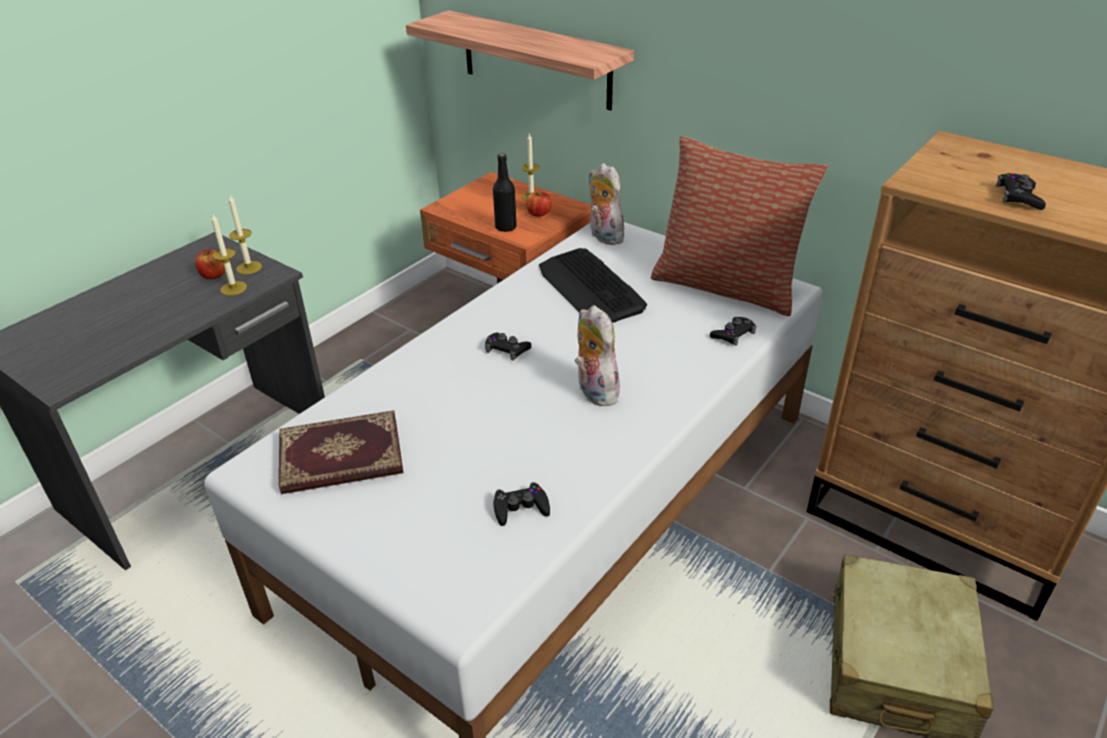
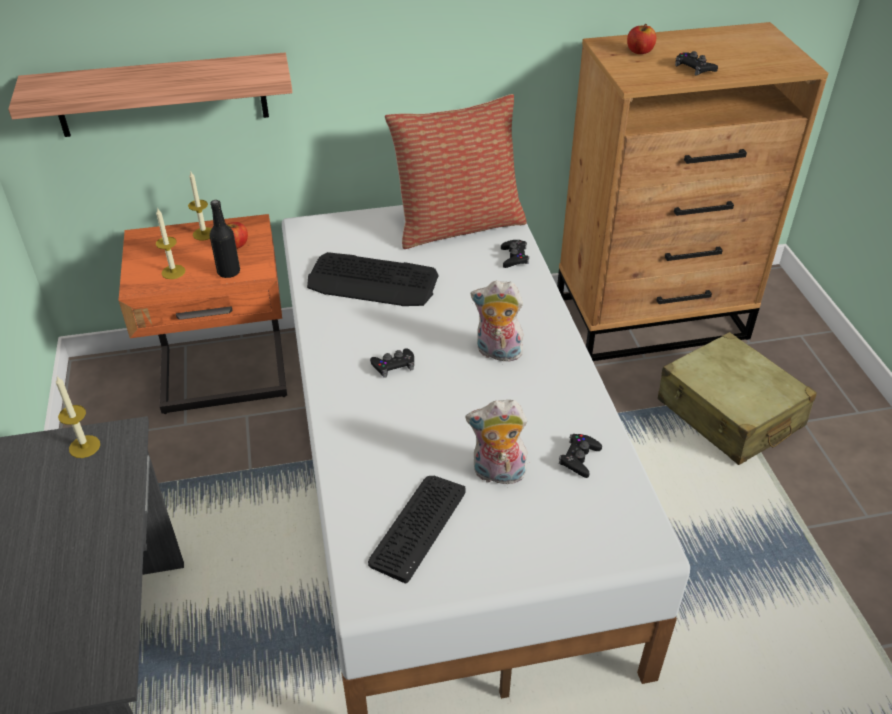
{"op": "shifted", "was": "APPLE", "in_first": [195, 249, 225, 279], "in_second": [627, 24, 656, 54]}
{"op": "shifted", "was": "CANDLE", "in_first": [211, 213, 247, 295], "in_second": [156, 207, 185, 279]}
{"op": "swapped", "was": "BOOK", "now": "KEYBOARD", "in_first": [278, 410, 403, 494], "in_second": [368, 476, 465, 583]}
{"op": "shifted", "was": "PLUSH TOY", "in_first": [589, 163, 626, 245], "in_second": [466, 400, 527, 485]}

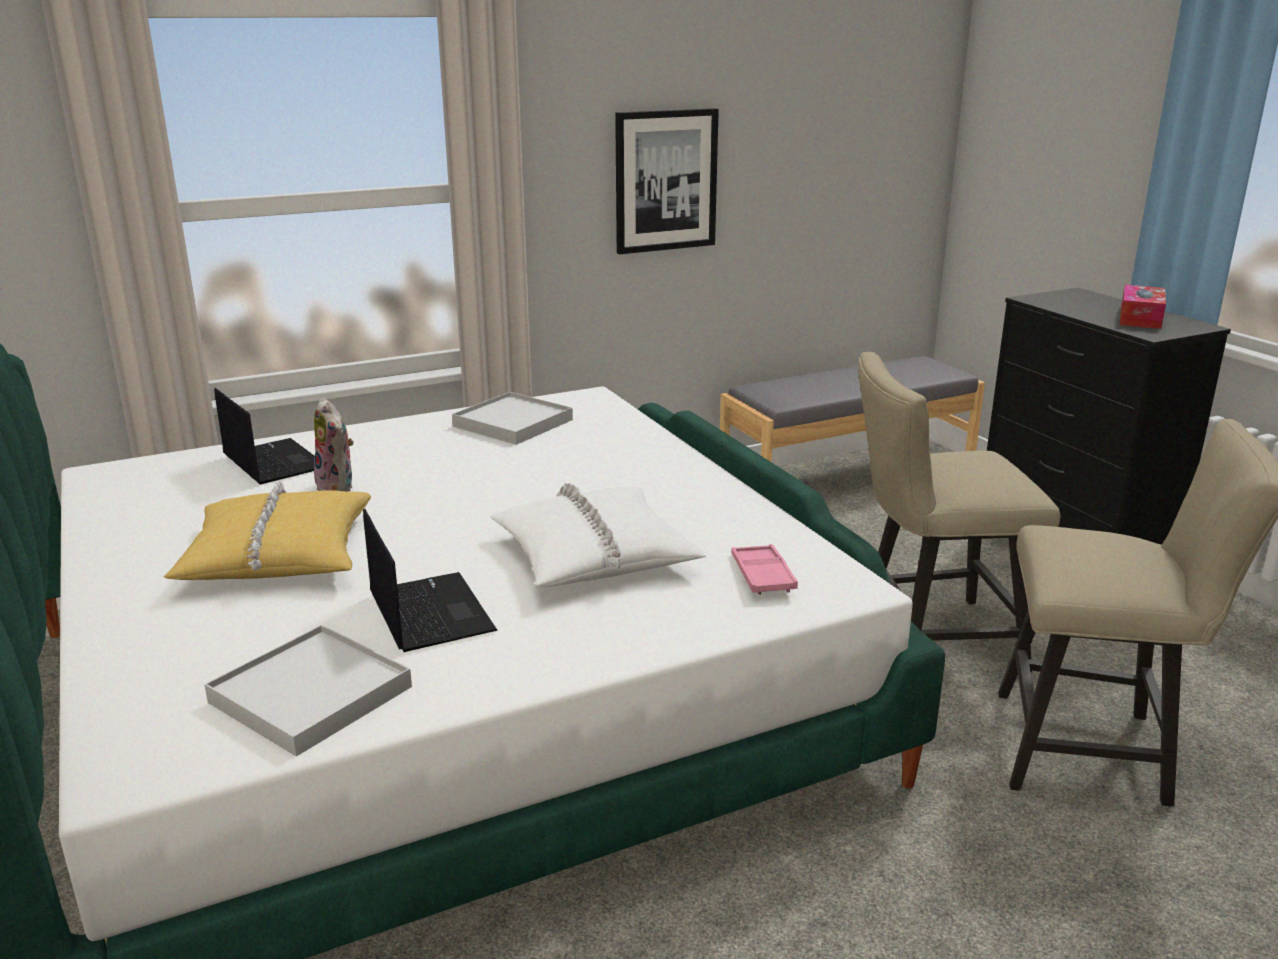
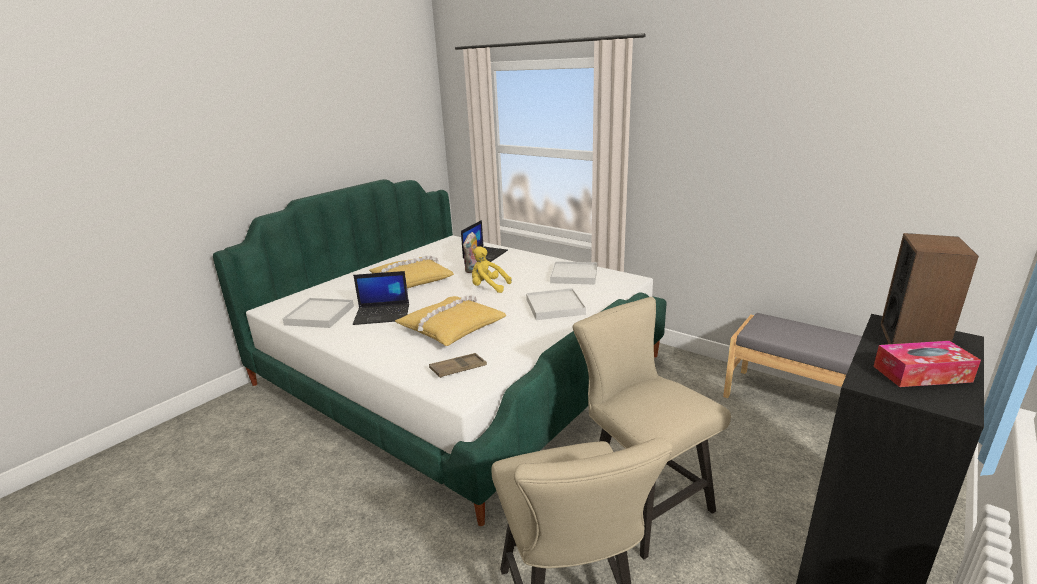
{"op": "rotated", "was": "LAPTOP", "in_first": [363, 508, 498, 652], "in_second": [353, 271, 409, 325], "clockwise": 45}
{"op": "repainted", "was": "WHITE PILLOW", "now": "YELLOW PILLOW", "in_first": [490, 483, 706, 587], "in_second": [395, 295, 507, 346]}
{"op": "gone", "was": "PICTURE", "in_first": [615, 108, 719, 254]}
{"op": "repainted", "was": "PINK TRAY", "now": "BROWN TRAY", "in_first": [731, 544, 798, 595], "in_second": [429, 353, 487, 378]}
{"op": "new", "now": "YELLOW PLUSH TOY", "in_second": [472, 247, 512, 293]}
{"op": "new", "now": "WHITE TRAY", "in_second": [526, 288, 586, 320]}
{"op": "new", "now": "SPEAKER", "in_second": [881, 233, 979, 344]}

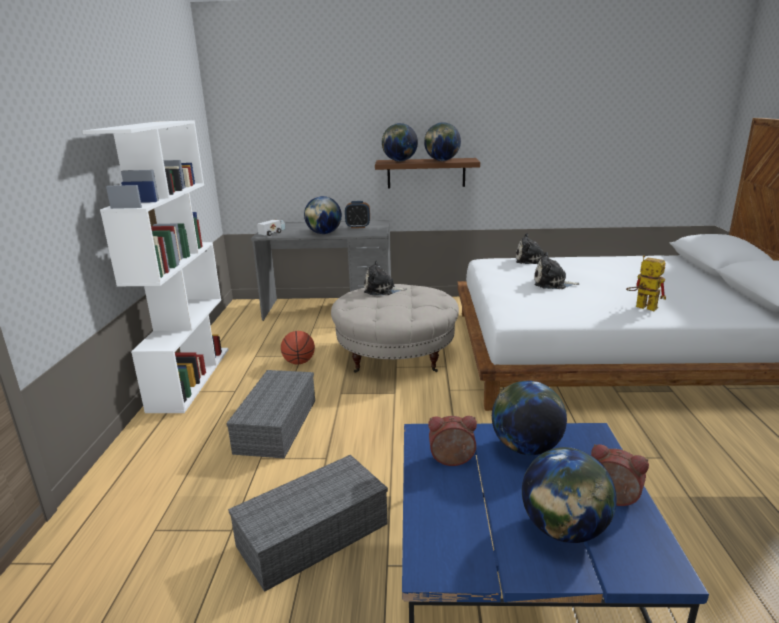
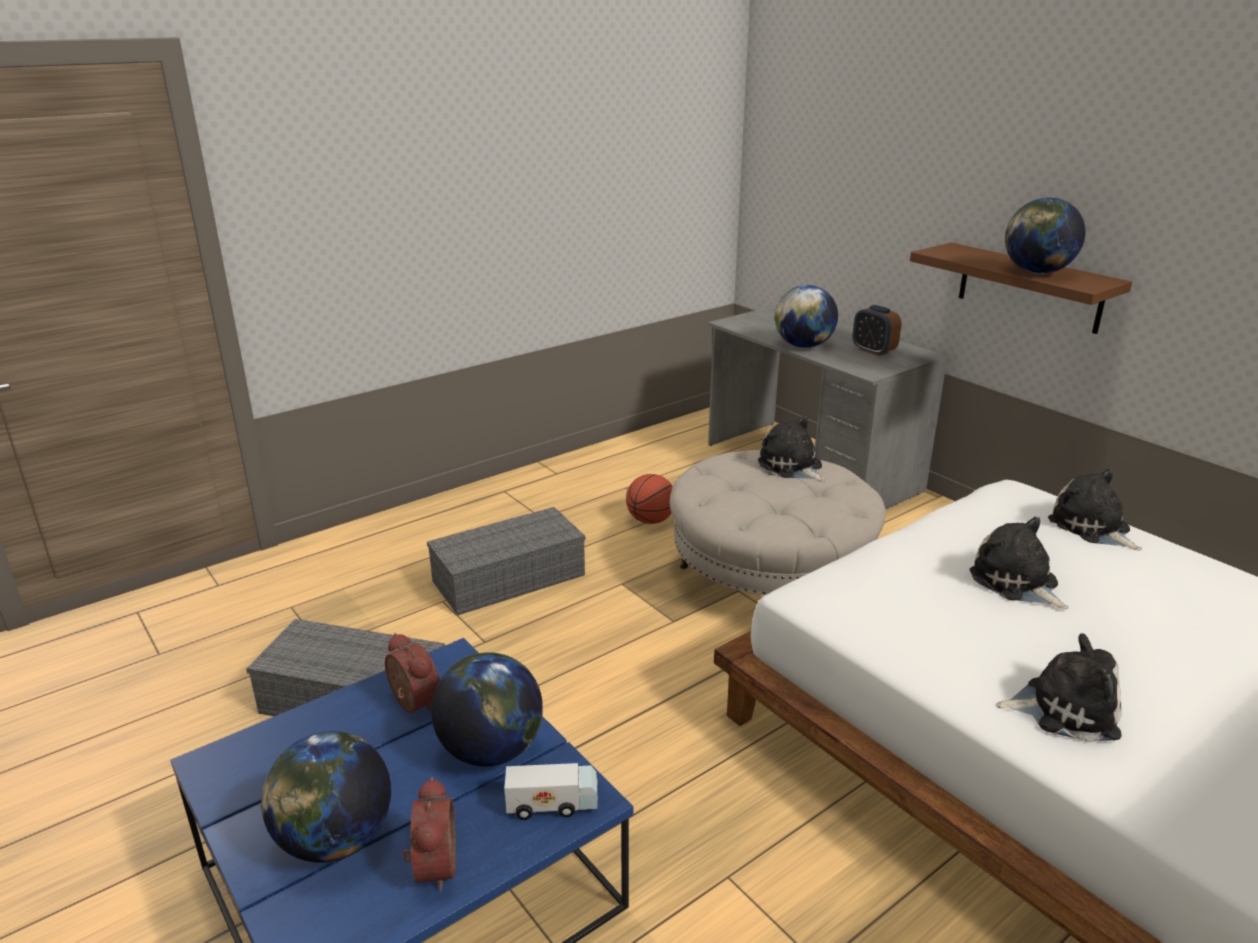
{"op": "gone", "was": "WHITE BOOKCASE", "in_first": [83, 120, 229, 413]}
{"op": "shifted", "was": "TOY TRUCK", "in_first": [257, 219, 285, 236], "in_second": [505, 763, 598, 820]}
{"op": "gone", "was": "GLOBE", "in_first": [382, 123, 418, 162]}
{"op": "swapped", "was": "TOY ROBOT", "now": "PLUSH TOY", "in_first": [626, 255, 666, 311], "in_second": [996, 633, 1122, 742]}

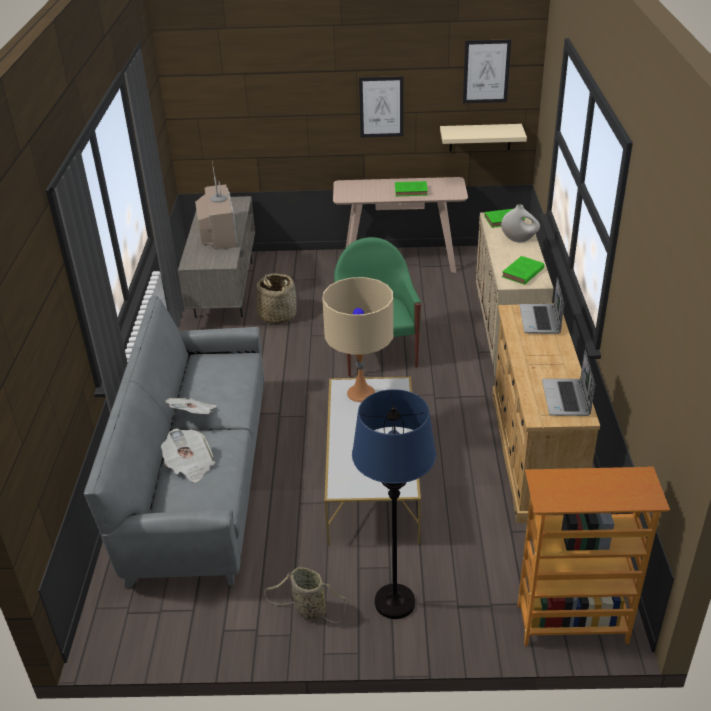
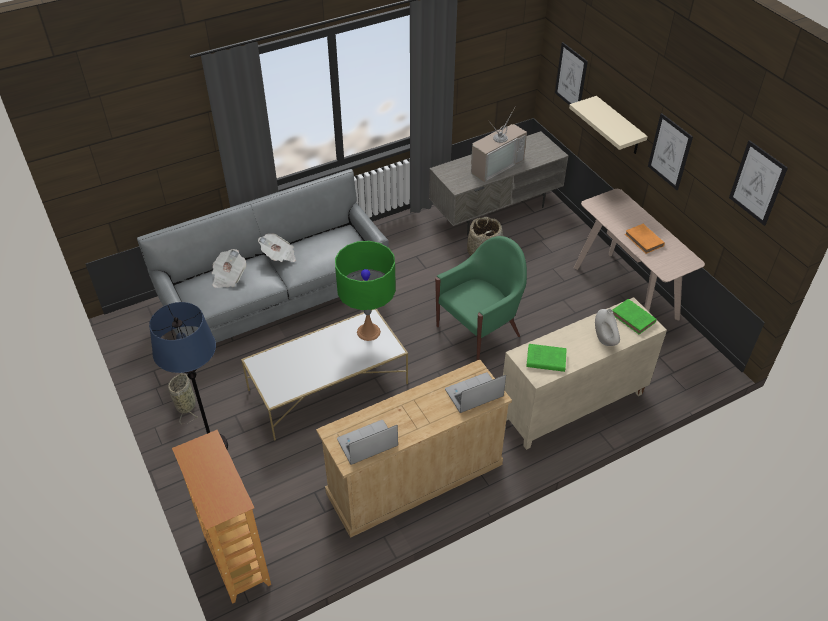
{"op": "repainted", "was": "BEIGE TABLE LAMP", "now": "GREEN TABLE LAMP", "in_first": [322, 277, 393, 402], "in_second": [335, 241, 396, 341]}
{"op": "repainted", "was": "GREEN BOOK", "now": "ORANGE BOOK", "in_first": [395, 181, 428, 196], "in_second": [625, 224, 665, 254]}
{"op": "shifted", "was": "BEIGE SHELF", "in_first": [440, 124, 527, 152], "in_second": [569, 96, 648, 154]}
{"op": "new", "now": "PICTURE", "in_second": [555, 42, 588, 105]}

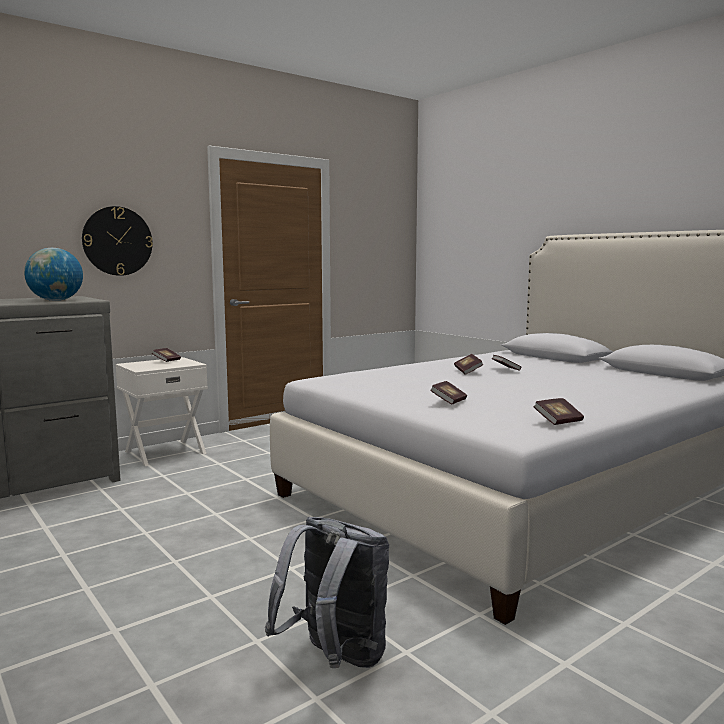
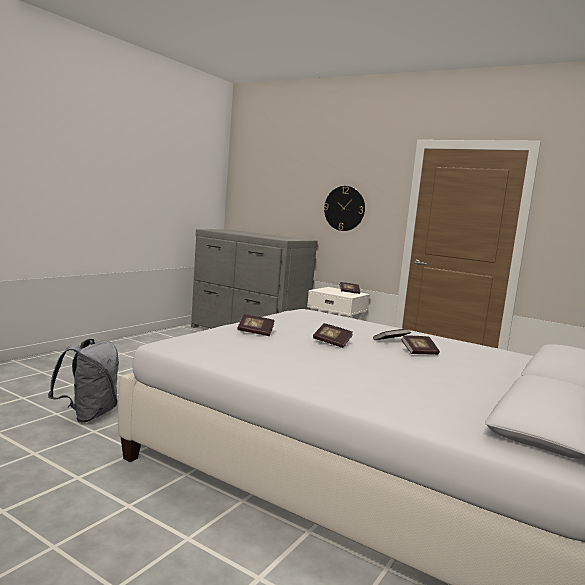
{"op": "gone", "was": "GLOBE", "in_first": [24, 248, 83, 301]}
{"op": "shifted", "was": "BOOK", "in_first": [533, 398, 584, 425], "in_second": [313, 323, 353, 348]}

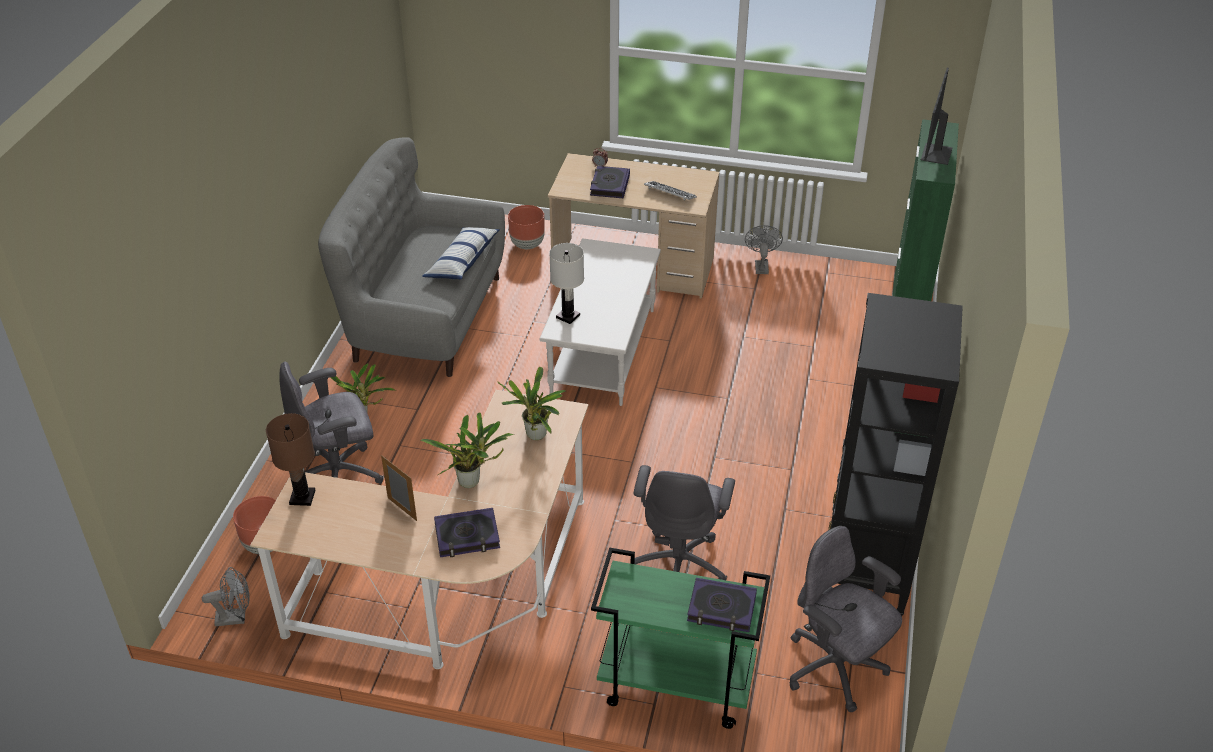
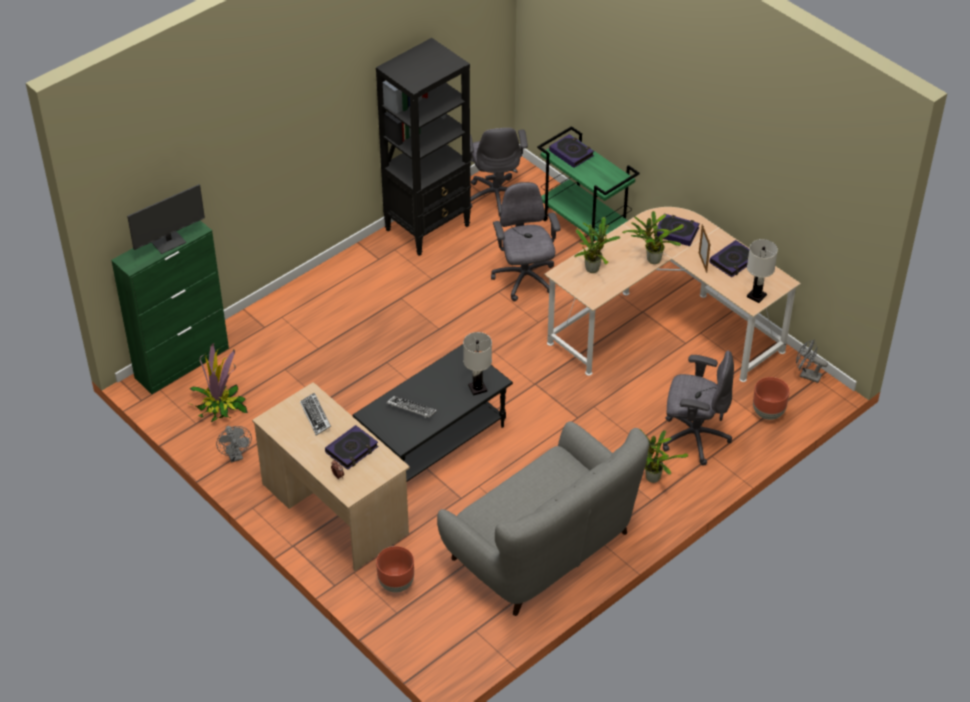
{"op": "repainted", "was": "BROWN TABLE LAMP", "now": "WHITE TABLE LAMP", "in_first": [266, 413, 315, 506], "in_second": [747, 239, 778, 303]}
{"op": "gone", "was": "PILLOW", "in_first": [422, 227, 500, 280]}
{"op": "repainted", "was": "WHITE COFFEE TABLE", "now": "BLACK COFFEE TABLE", "in_first": [540, 238, 661, 406], "in_second": [352, 344, 513, 482]}
{"op": "rotated", "was": "GREY OFFICE CHAIR", "in_first": [630, 465, 735, 580], "in_second": [491, 182, 561, 301], "clockwise": -60}
{"op": "rotated", "was": "GREY FAN", "in_first": [745, 225, 783, 274], "in_second": [216, 426, 252, 462], "clockwise": -60}
{"op": "new", "now": "POTTED PLANT", "in_second": [189, 343, 248, 422]}
{"op": "new", "now": "KEYBOARD", "in_second": [387, 396, 436, 418]}
{"op": "new", "now": "BOOK", "in_second": [710, 240, 749, 277]}

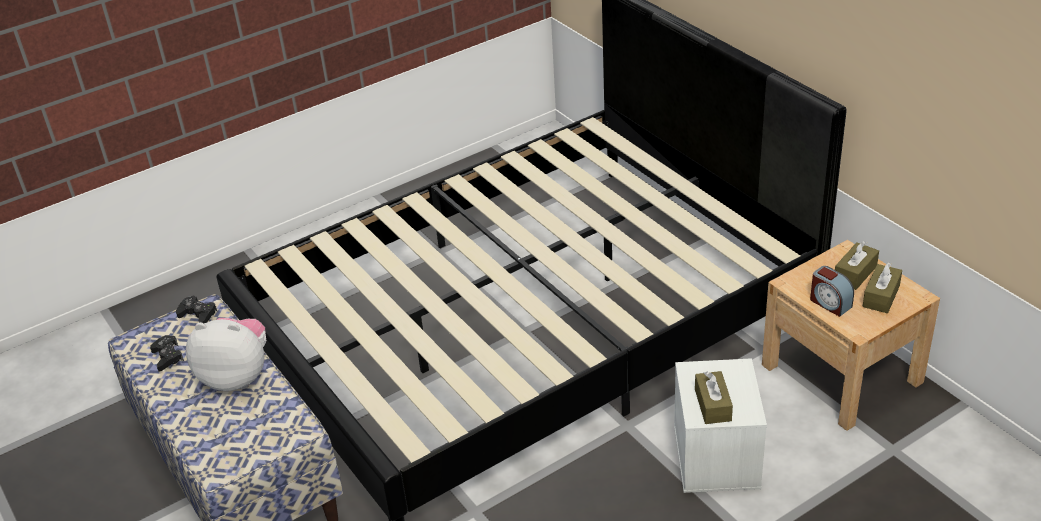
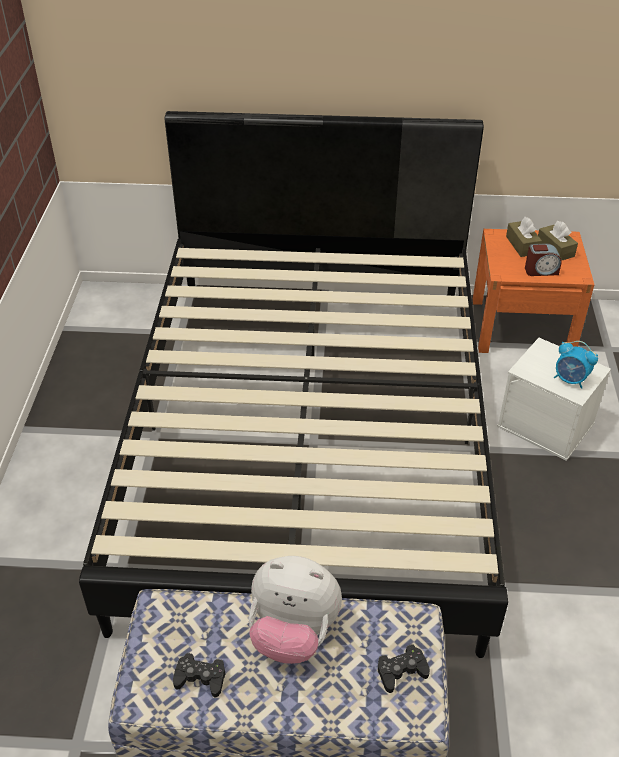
{"op": "shifted", "was": "BLACK GAME CONTROLLER", "in_first": [176, 296, 217, 323], "in_second": [378, 644, 430, 693]}
{"op": "rotated", "was": "PLUSH TOY", "in_first": [186, 318, 266, 391], "in_second": [248, 556, 342, 664], "clockwise": -120}
{"op": "swapped", "was": "BROWN TISSUE BOX", "now": "ALARM CLOCK", "in_first": [695, 371, 733, 424], "in_second": [554, 341, 598, 389]}
{"op": "repainted", "was": "BEIGE NIGHTSTAND", "now": "ORANGE NIGHTSTAND", "in_first": [762, 240, 940, 431], "in_second": [473, 229, 594, 353]}

